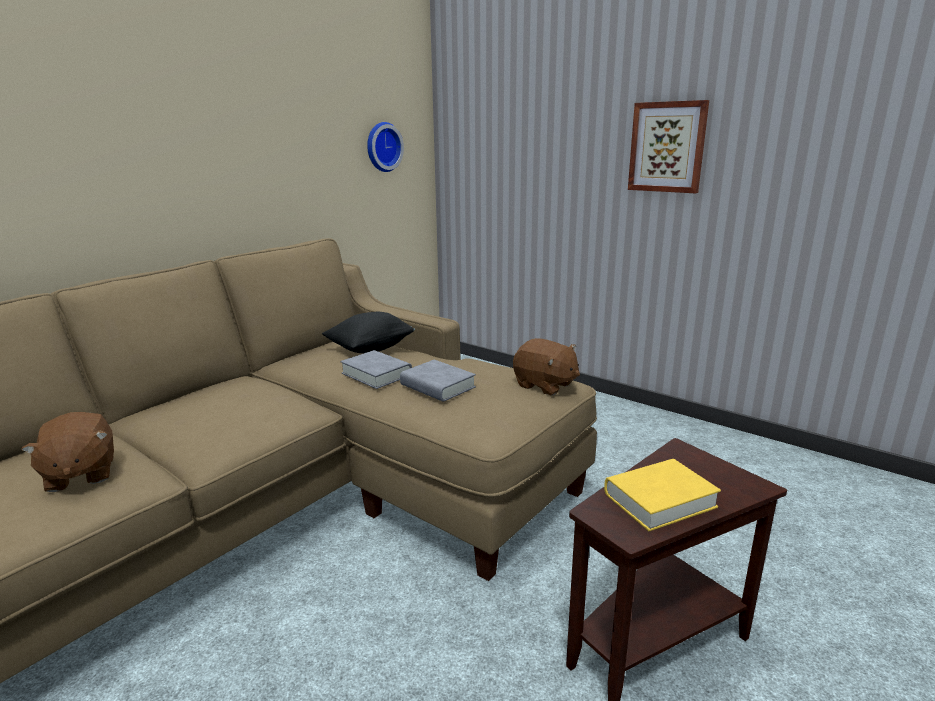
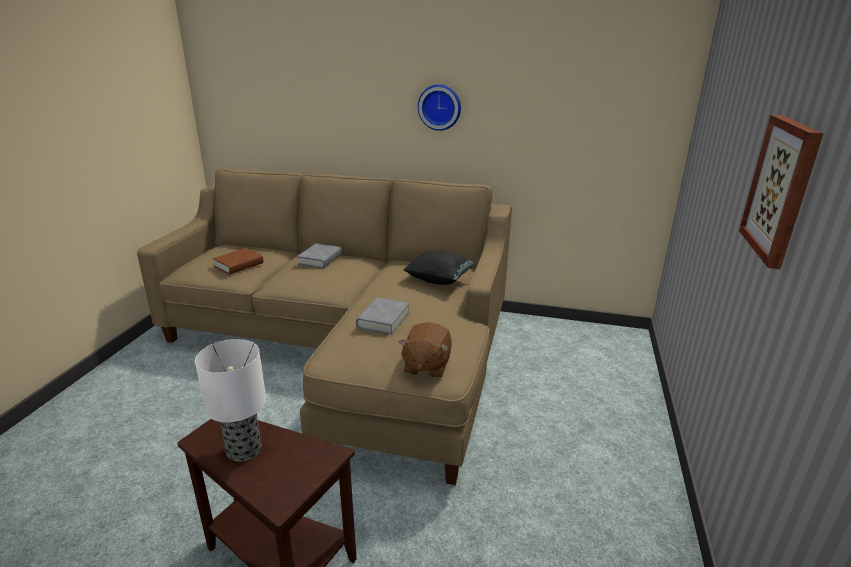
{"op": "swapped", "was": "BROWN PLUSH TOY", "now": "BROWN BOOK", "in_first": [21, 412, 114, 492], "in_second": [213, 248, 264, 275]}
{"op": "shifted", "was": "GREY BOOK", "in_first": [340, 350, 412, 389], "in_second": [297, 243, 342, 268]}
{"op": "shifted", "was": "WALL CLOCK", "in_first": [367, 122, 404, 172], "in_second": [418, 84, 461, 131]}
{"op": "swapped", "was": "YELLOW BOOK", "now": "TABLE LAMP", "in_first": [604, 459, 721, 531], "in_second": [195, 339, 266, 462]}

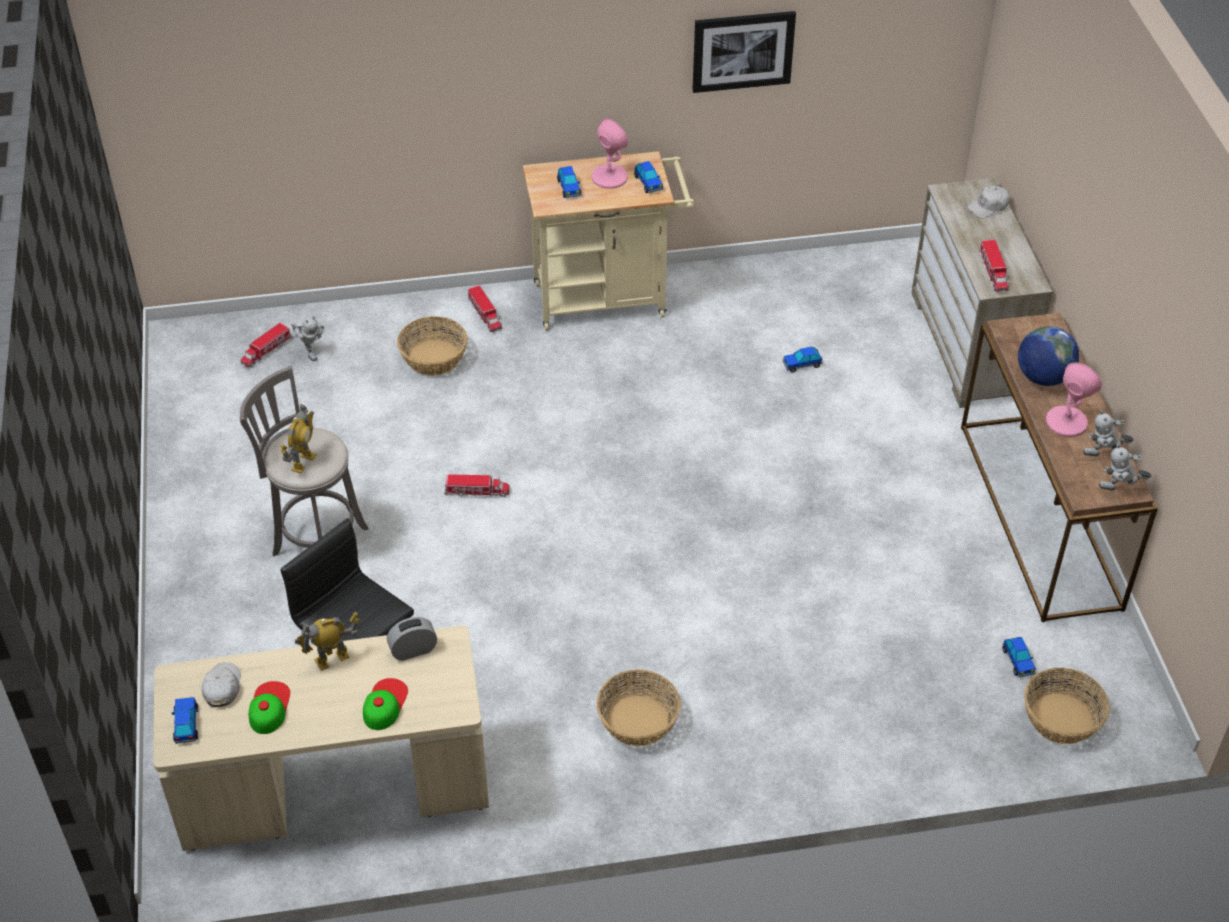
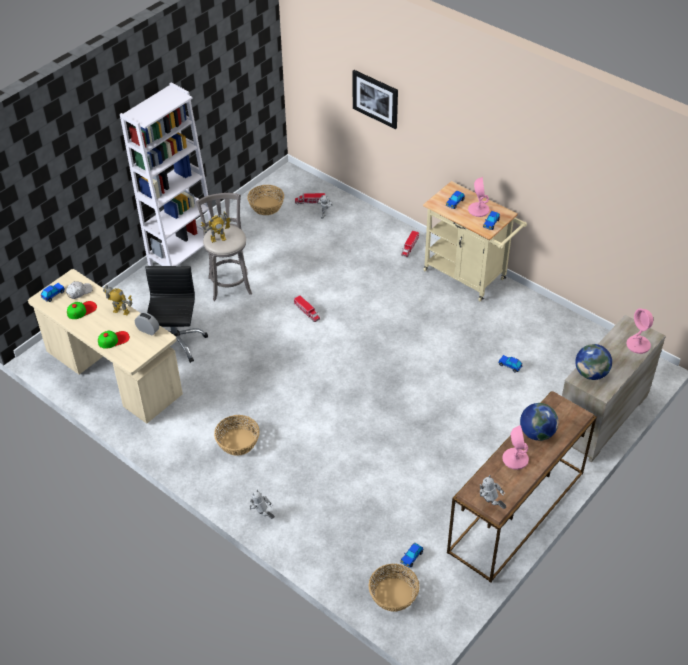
{"op": "shifted", "was": "BASKET", "in_first": [397, 316, 467, 376], "in_second": [247, 185, 284, 215]}
{"op": "shifted", "was": "PICTURE", "in_first": [692, 11, 796, 93], "in_second": [352, 70, 398, 129]}
{"op": "swapped", "was": "WHITE CAP", "now": "PINK TABLE LAMP", "in_first": [967, 186, 1009, 218], "in_second": [626, 308, 653, 354]}
{"op": "swapped", "was": "TOY TRUCK", "now": "GLOBE", "in_first": [979, 239, 1009, 292], "in_second": [575, 344, 612, 380]}
{"op": "shifted", "was": "TOY ROBOT", "in_first": [1083, 410, 1134, 456], "in_second": [250, 490, 275, 519]}
{"op": "new", "now": "WHITE BOOKCASE", "in_second": [120, 83, 211, 266]}

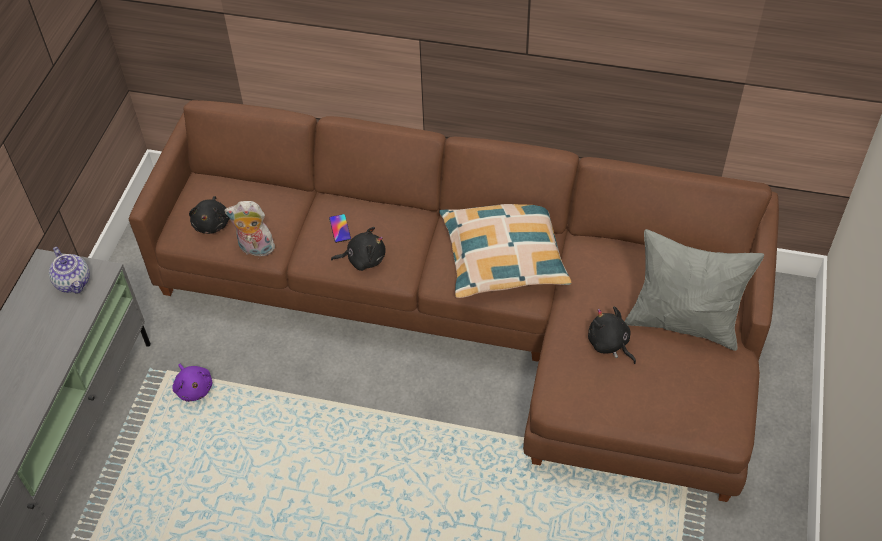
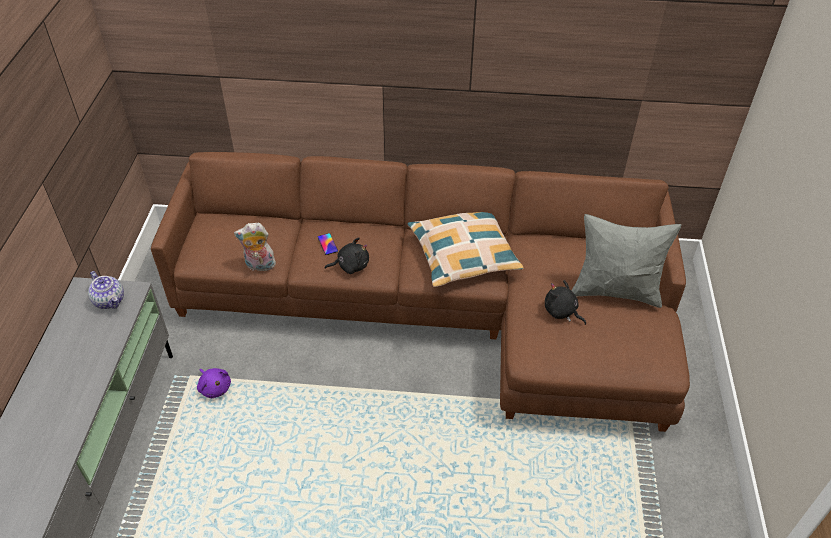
{"op": "gone", "was": "BLACK PLUSH TOY", "in_first": [189, 196, 230, 234]}

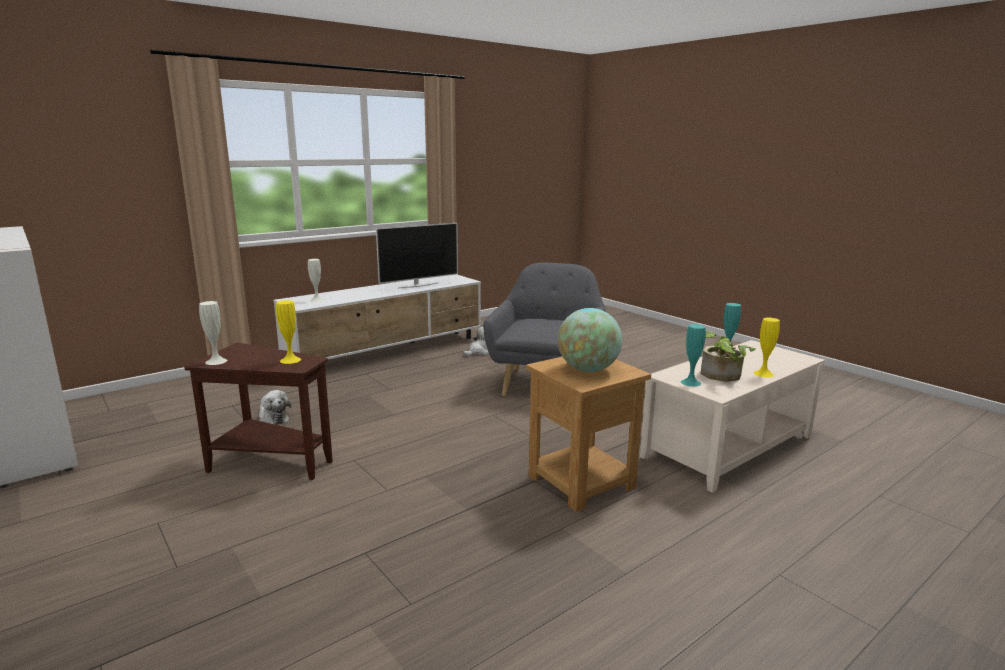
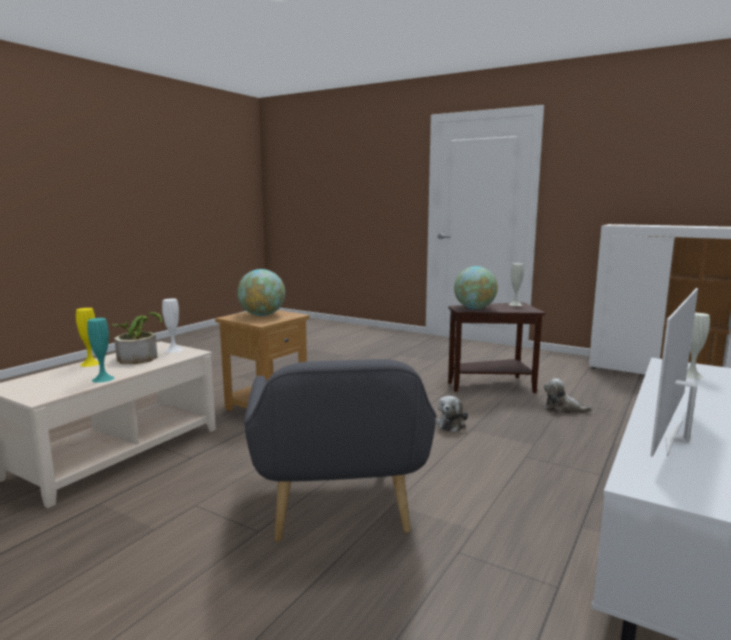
{"op": "swapped", "was": "YELLOW VASE", "now": "GLOBE", "in_first": [276, 300, 301, 364], "in_second": [454, 266, 498, 309]}
{"op": "shifted", "was": "PLUSH TOY", "in_first": [463, 327, 489, 356], "in_second": [436, 396, 468, 432]}
{"op": "repainted", "was": "TURQUOISE VASE", "now": "WHITE VASE", "in_first": [681, 324, 706, 387], "in_second": [162, 299, 183, 353]}

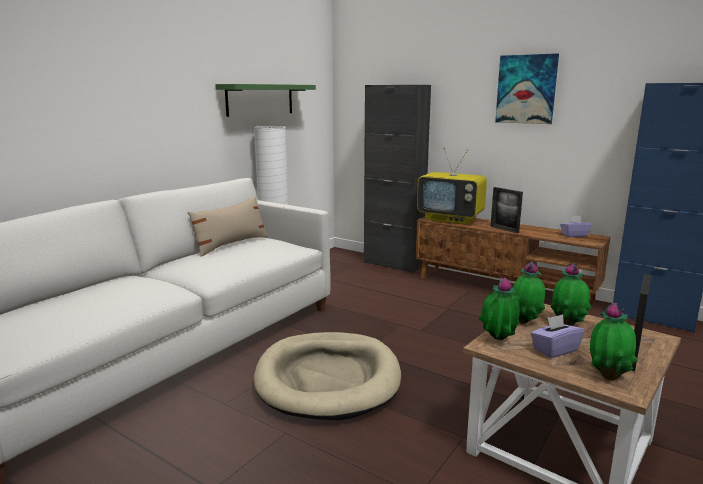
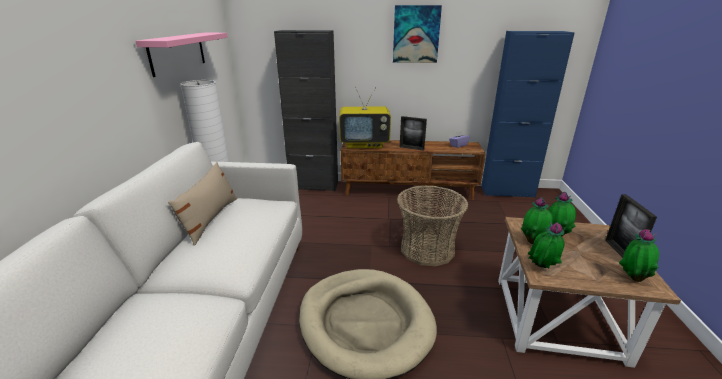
{"op": "repainted", "was": "GREEN SHELF", "now": "PINK SHELF", "in_first": [215, 84, 316, 117], "in_second": [136, 33, 228, 77]}
{"op": "gone", "was": "PURPLE TISSUE BOX", "in_first": [530, 314, 585, 358]}
{"op": "new", "now": "BASKET", "in_second": [397, 185, 468, 267]}

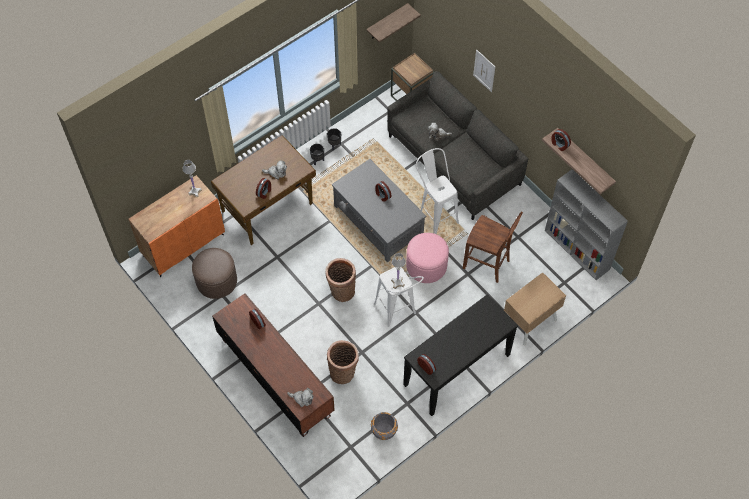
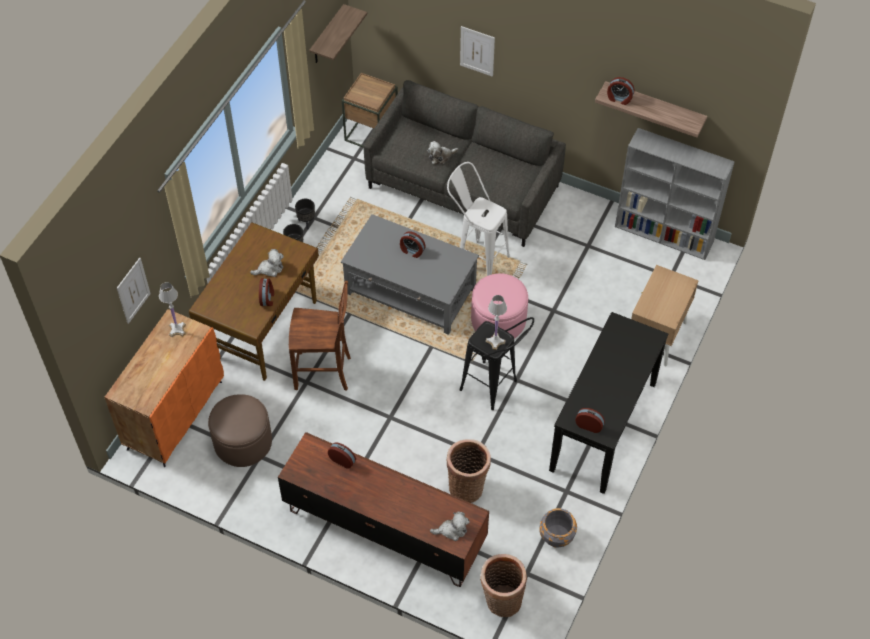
{"op": "shifted", "was": "BASKET", "in_first": [325, 258, 356, 302], "in_second": [480, 554, 527, 617]}
{"op": "repainted", "was": "WHITE STOOL", "now": "BLACK STOOL", "in_first": [374, 267, 424, 327], "in_second": [459, 317, 534, 410]}
{"op": "shifted", "was": "BROWN CHAIR", "in_first": [463, 212, 523, 283], "in_second": [289, 281, 351, 391]}
{"op": "new", "now": "PICTURE", "in_second": [117, 258, 151, 324]}

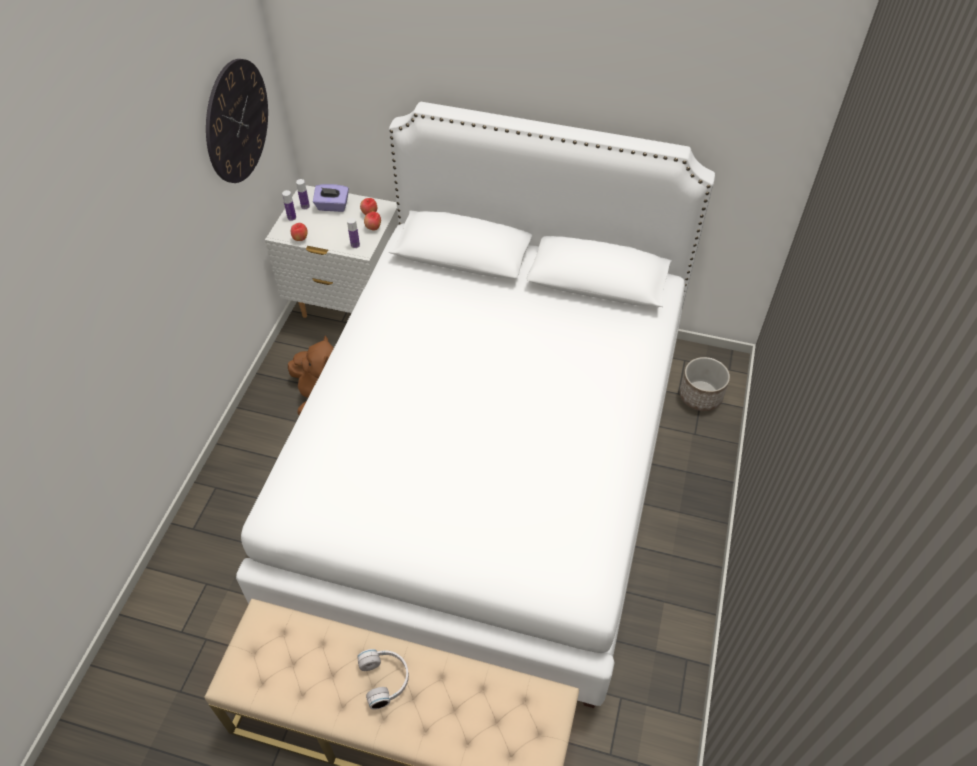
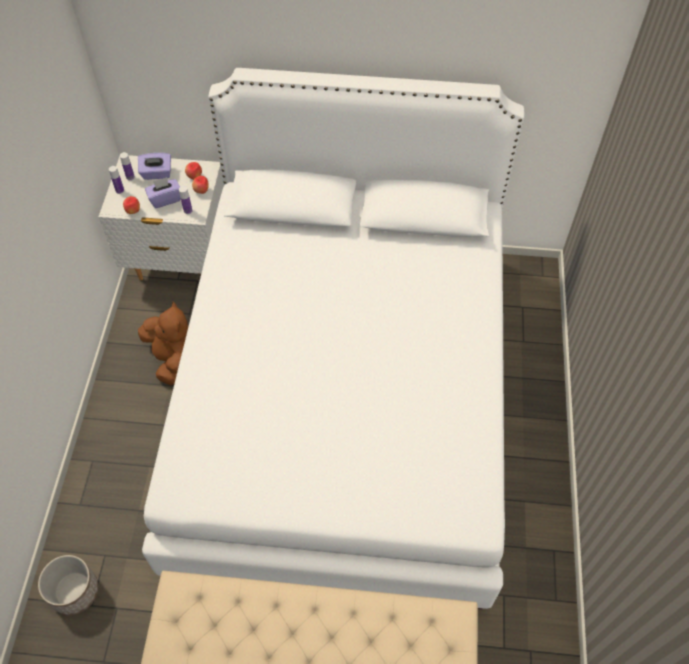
{"op": "gone", "was": "WALL CLOCK", "in_first": [206, 59, 268, 183]}
{"op": "gone", "was": "WHITE HEADPHONES", "in_first": [357, 649, 409, 710]}
{"op": "shifted", "was": "PLANTER", "in_first": [680, 357, 730, 411], "in_second": [38, 555, 98, 615]}
{"op": "new", "now": "PURPLE TISSUE BOX", "in_second": [145, 177, 181, 208]}

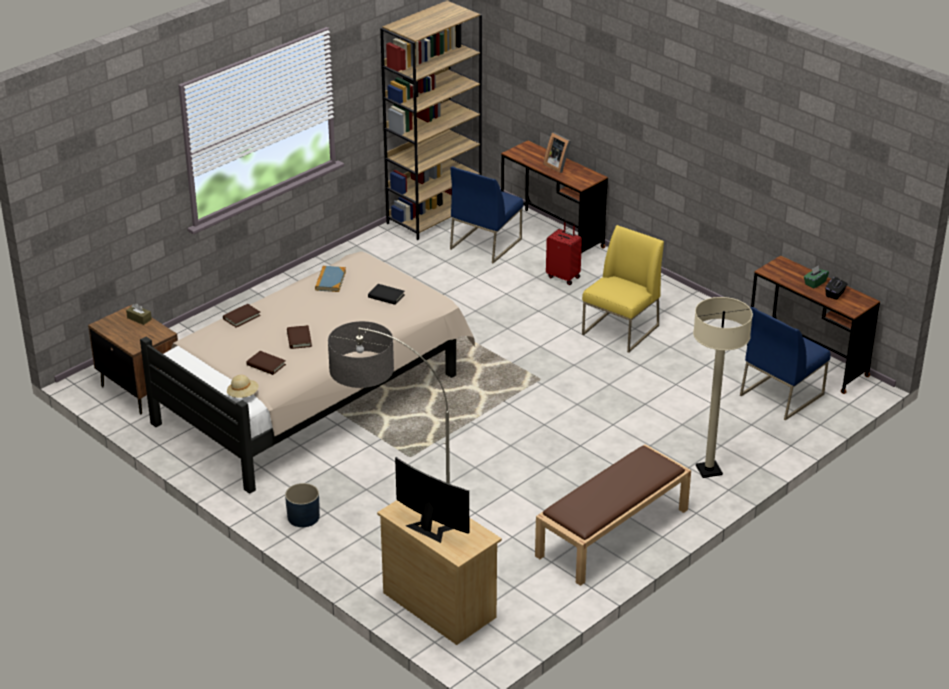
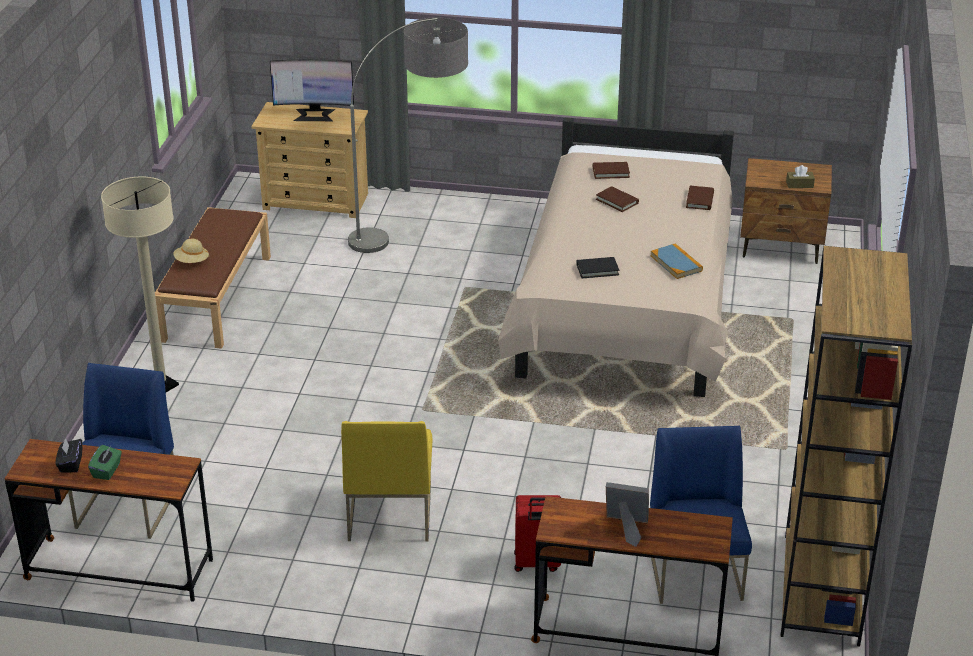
{"op": "shifted", "was": "BEIGE HAT", "in_first": [227, 375, 259, 398], "in_second": [173, 239, 209, 263]}
{"op": "gone", "was": "BLUE PLANTER", "in_first": [285, 483, 320, 527]}

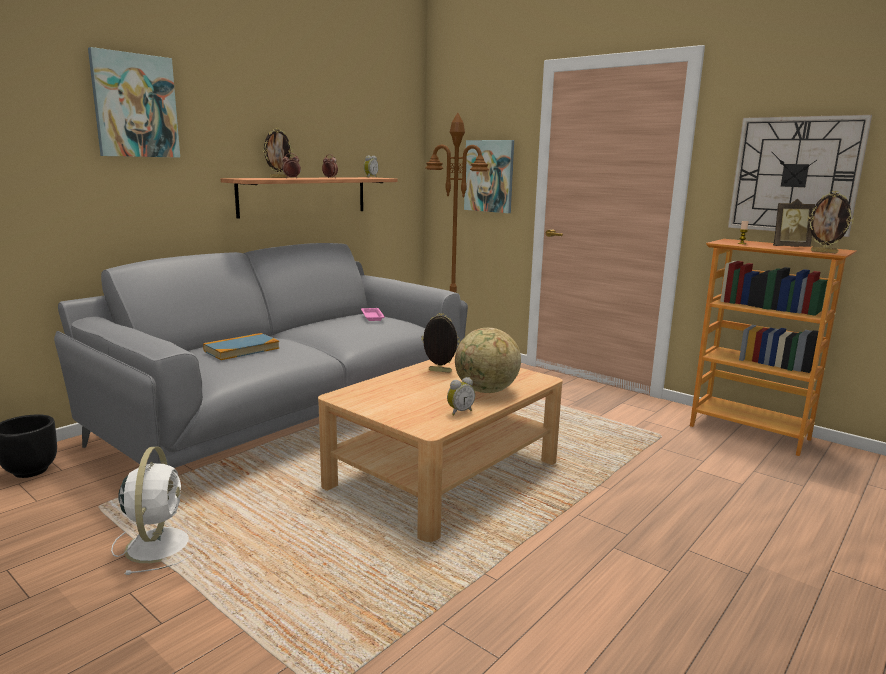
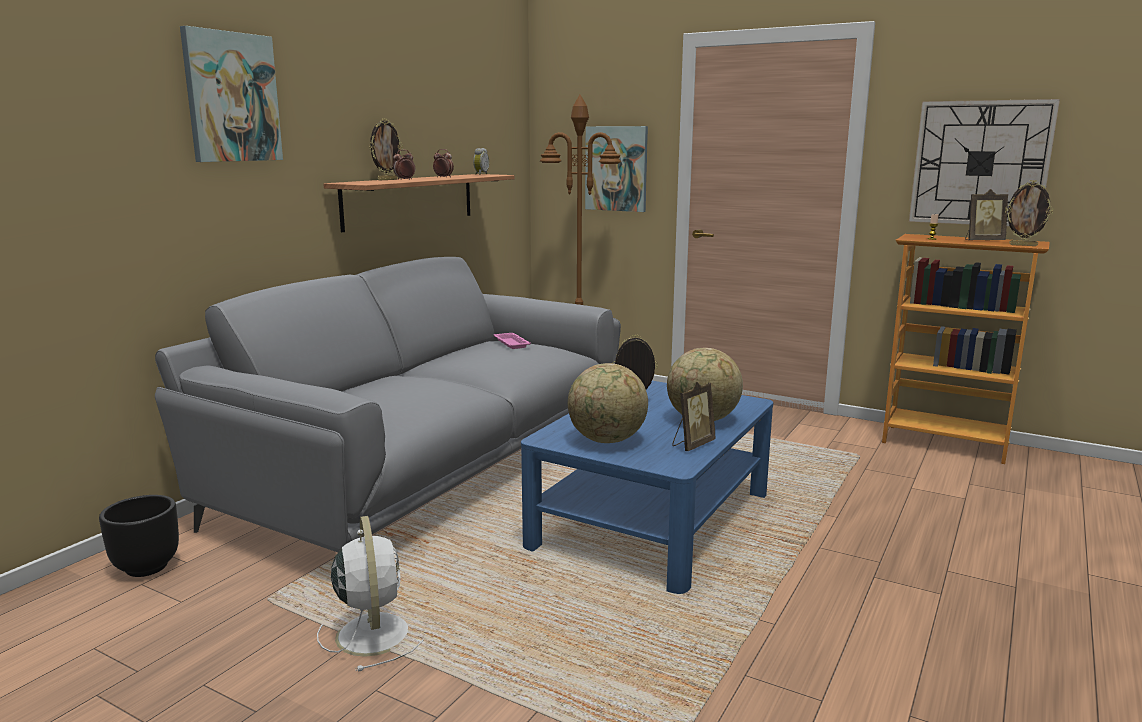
{"op": "gone", "was": "BOOK", "in_first": [203, 333, 280, 360]}
{"op": "repainted", "was": "BEIGE COFFEE TABLE", "now": "BLUE COFFEE TABLE", "in_first": [318, 352, 563, 542], "in_second": [521, 381, 773, 594]}
{"op": "swapped", "was": "ALARM CLOCK", "now": "PICTURE FRAME", "in_first": [447, 377, 475, 416], "in_second": [672, 381, 716, 451]}
{"op": "new", "now": "GLOBE", "in_second": [568, 363, 648, 443]}

